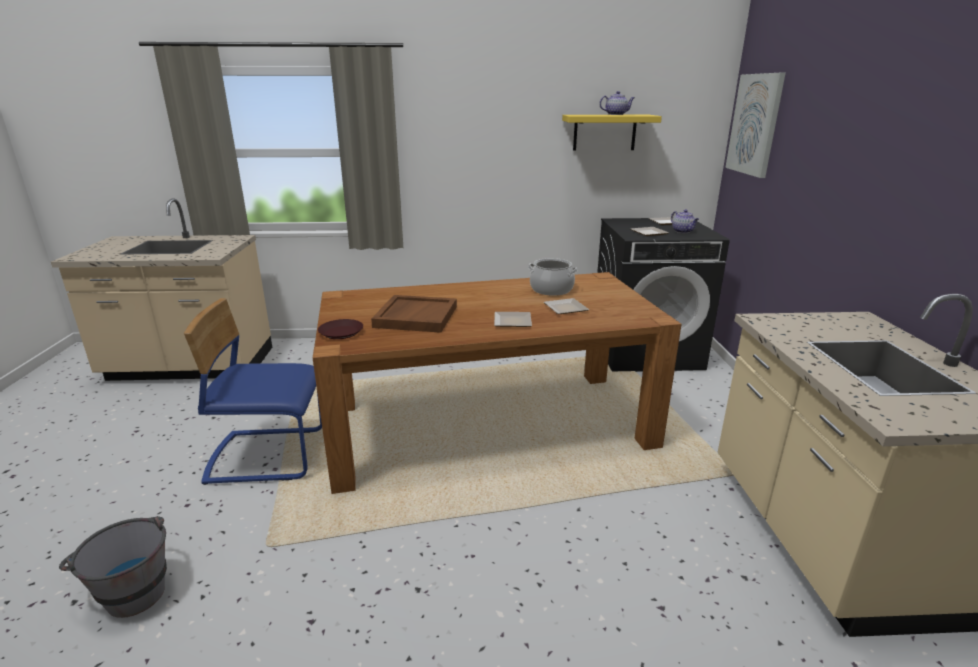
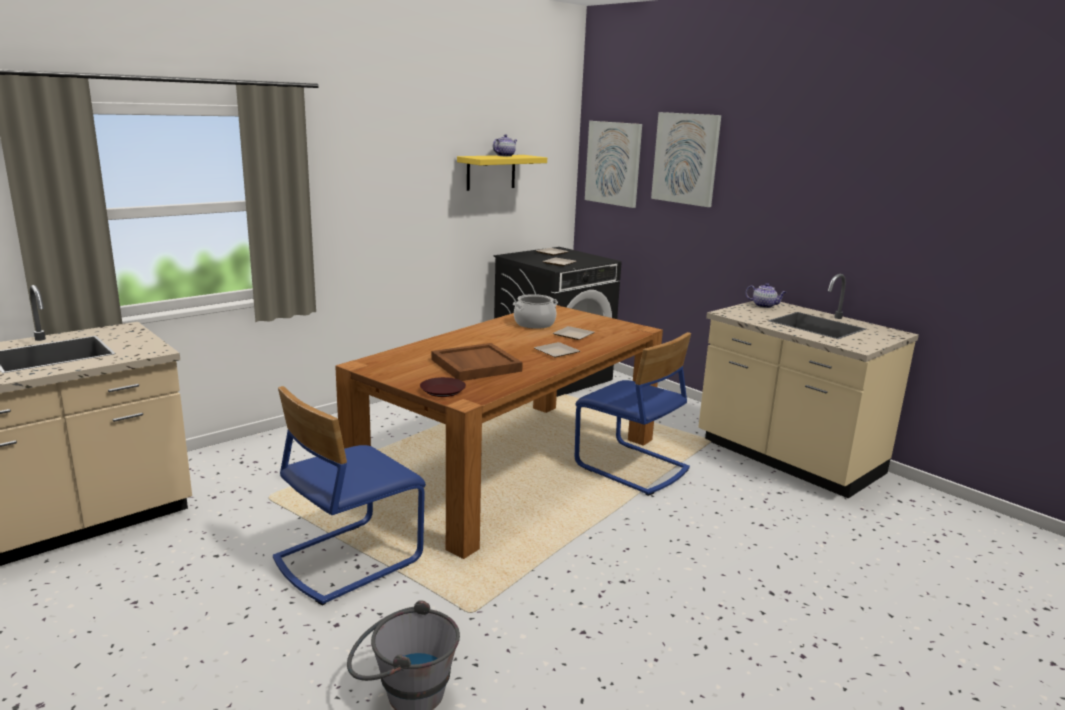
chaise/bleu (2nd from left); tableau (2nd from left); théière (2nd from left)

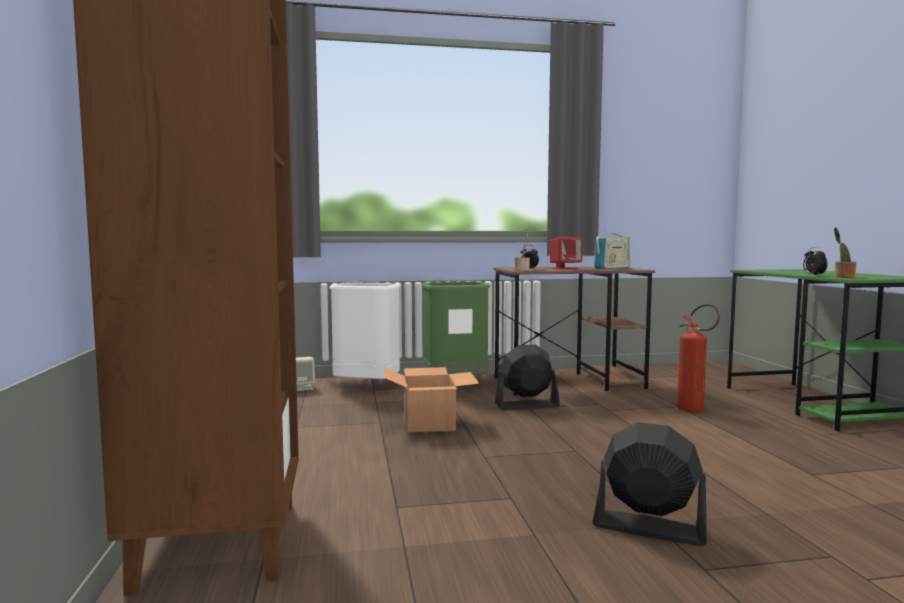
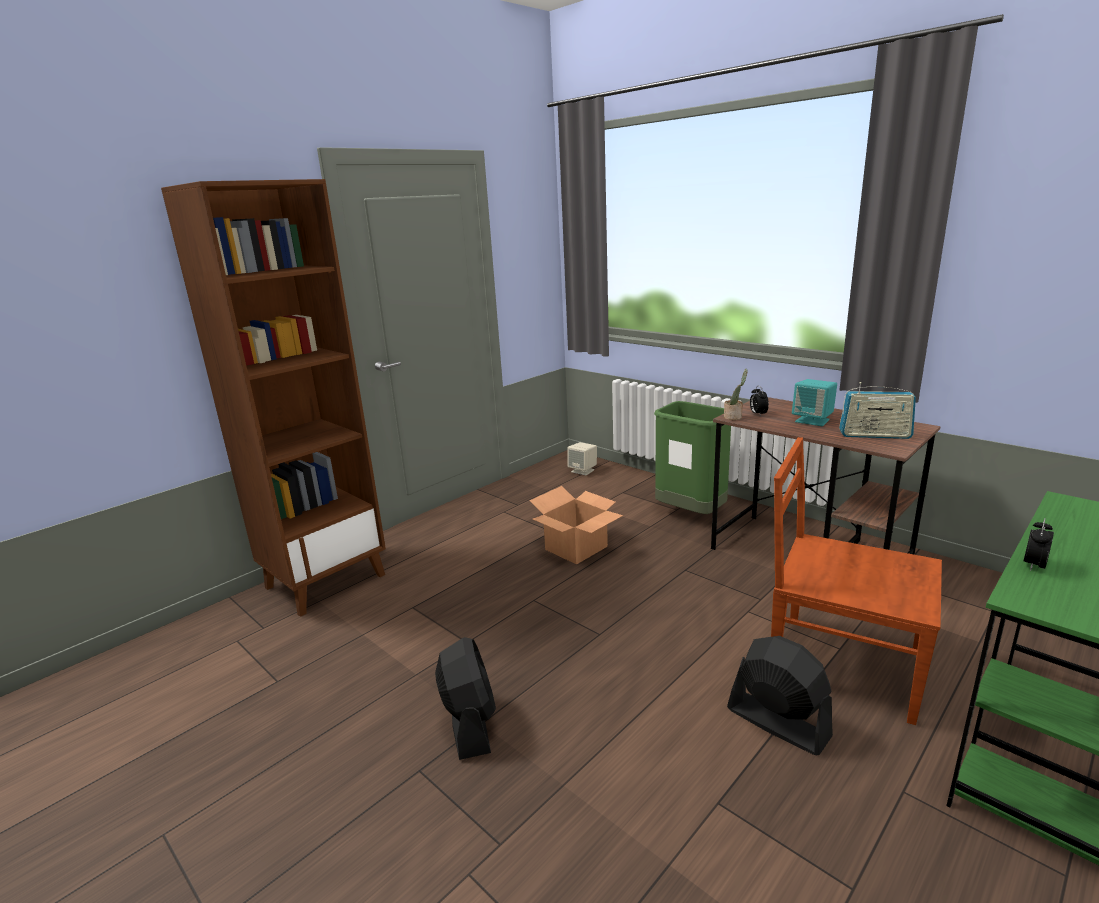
ventilateur/noir (2nd from left); chaise/marron; enceinte/turquoise; poubelle/blanc; plante en pot (2nd from left in the first image)

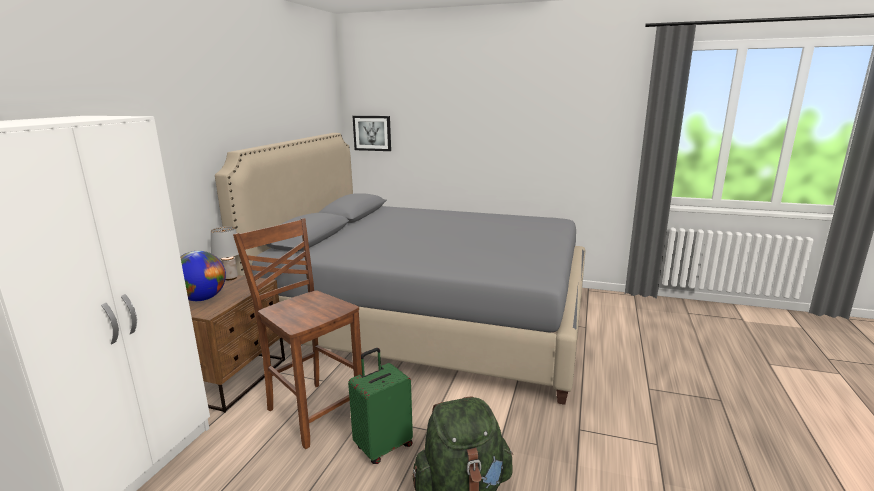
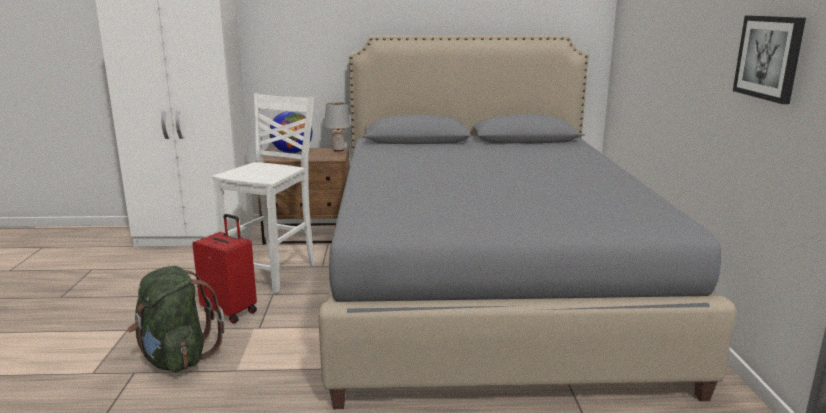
valise/rouge; chaise/blanc; tableau

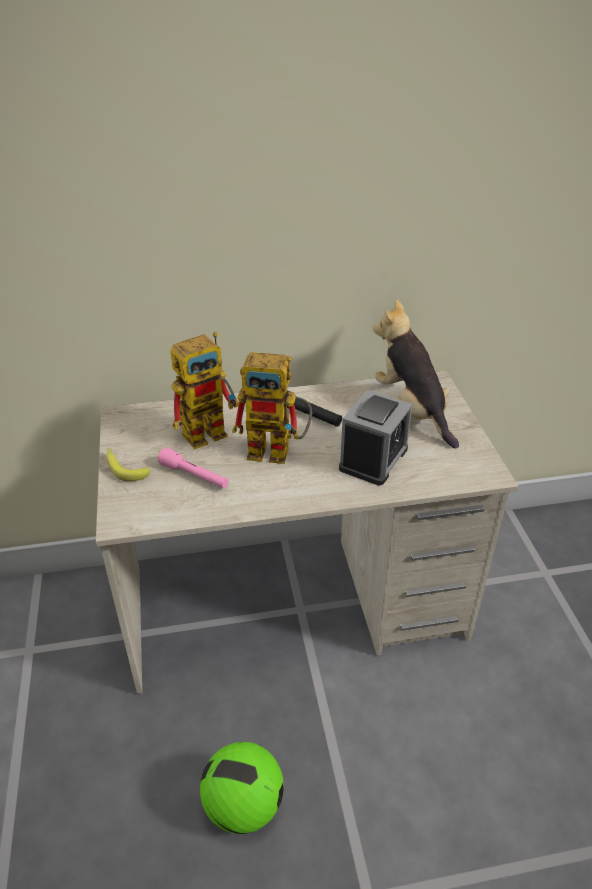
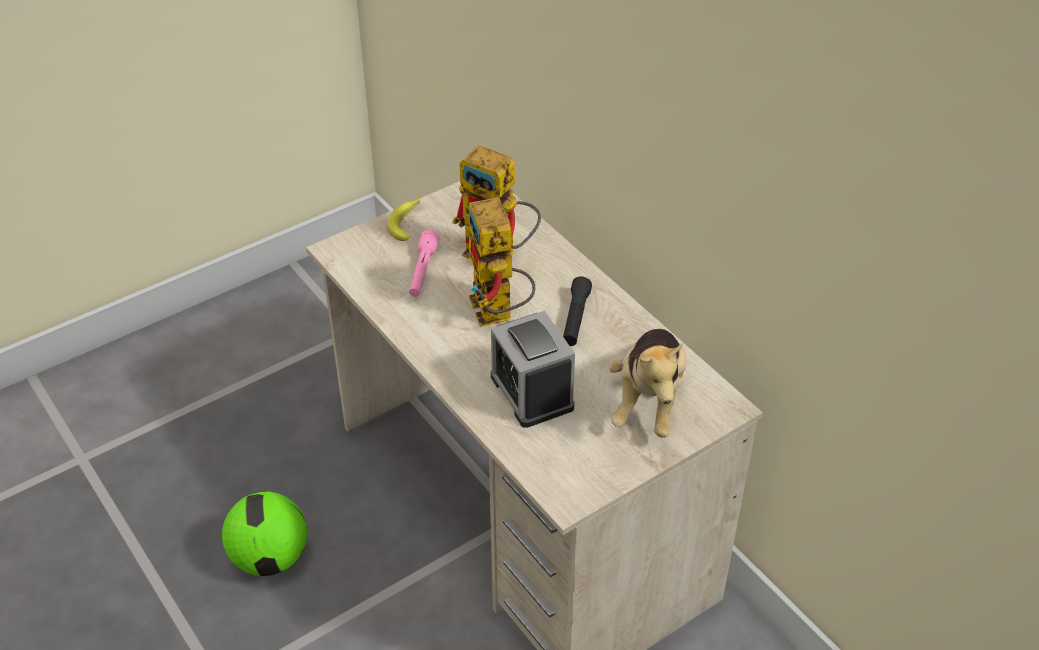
réveil; peluche

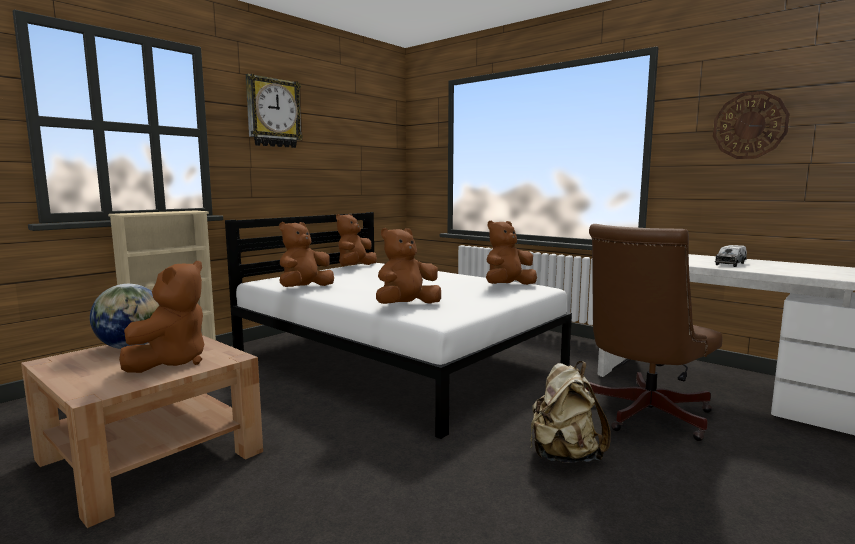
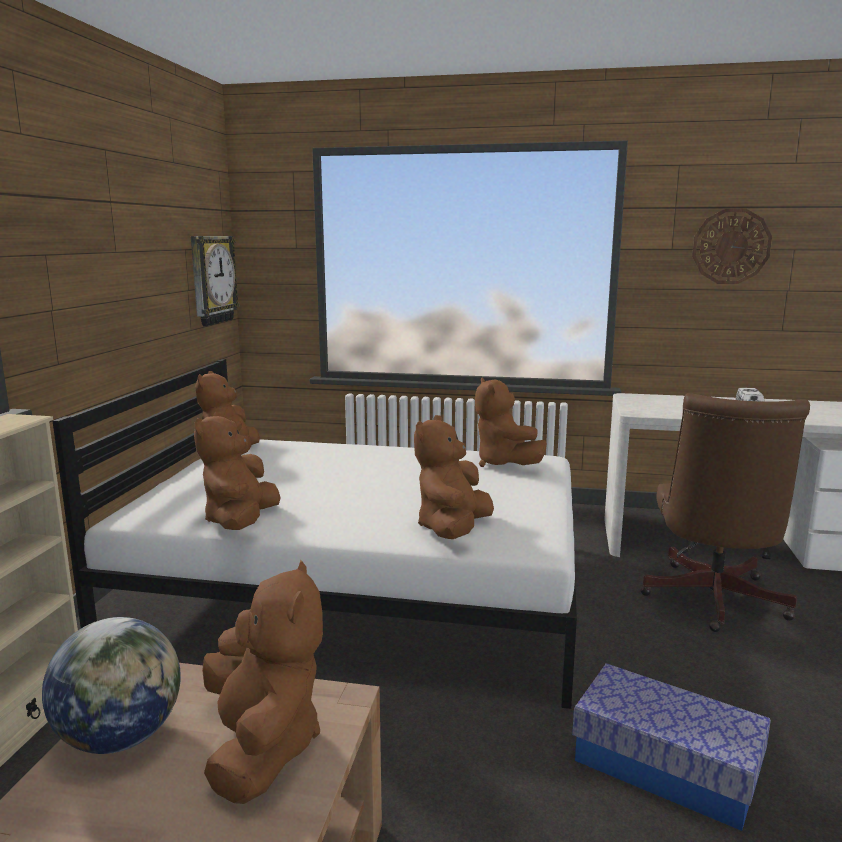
horloge murale (1st from left); peluche/marron (5th from left); boîte de rangement; sac à dos/beige

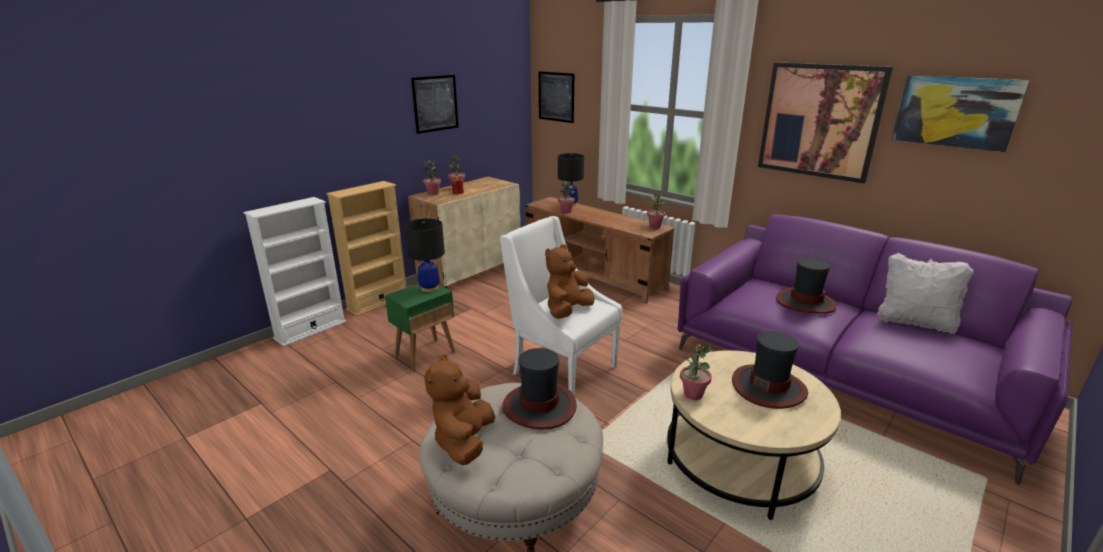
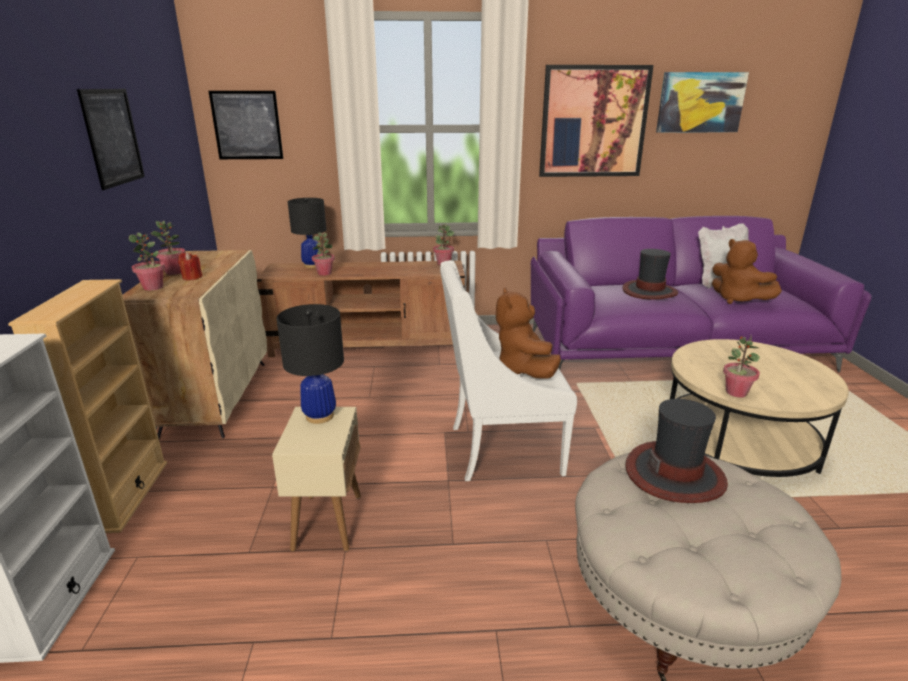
table d'appoint/beige; peluche/marron (2nd from left); chapeau (2nd from left in the first image)

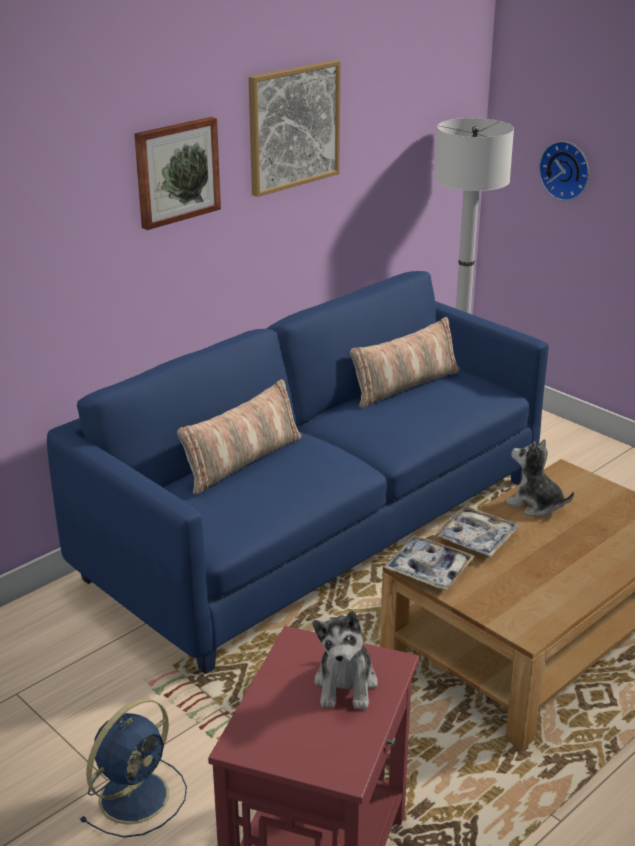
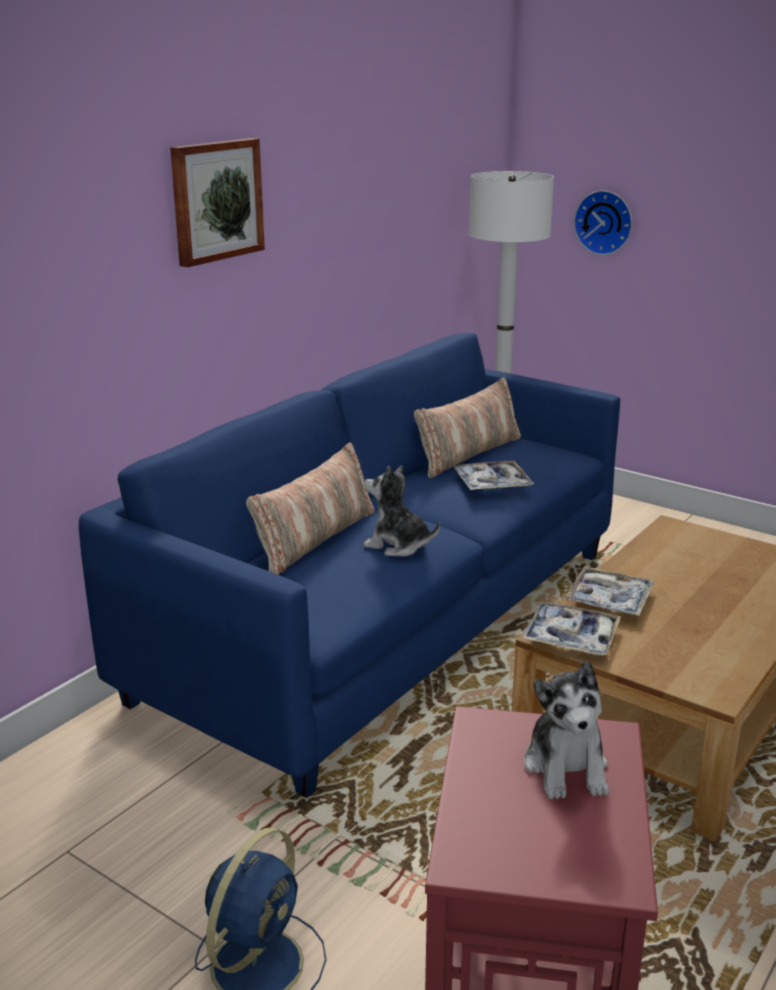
peluche (1st from left); plateau (1st from left); tableau (2nd from left in the first image)

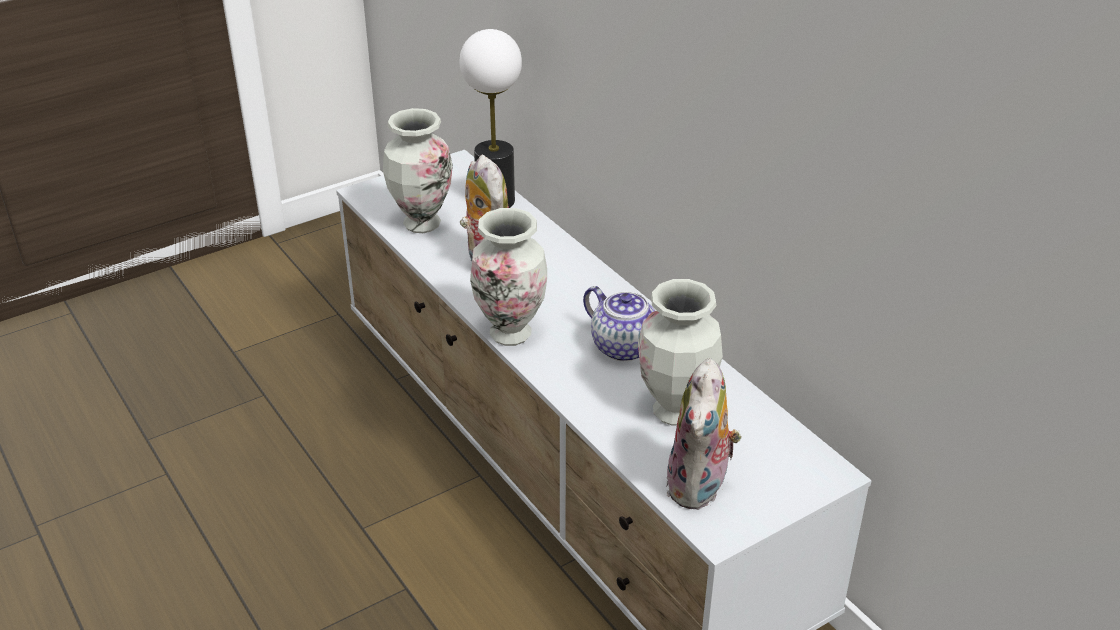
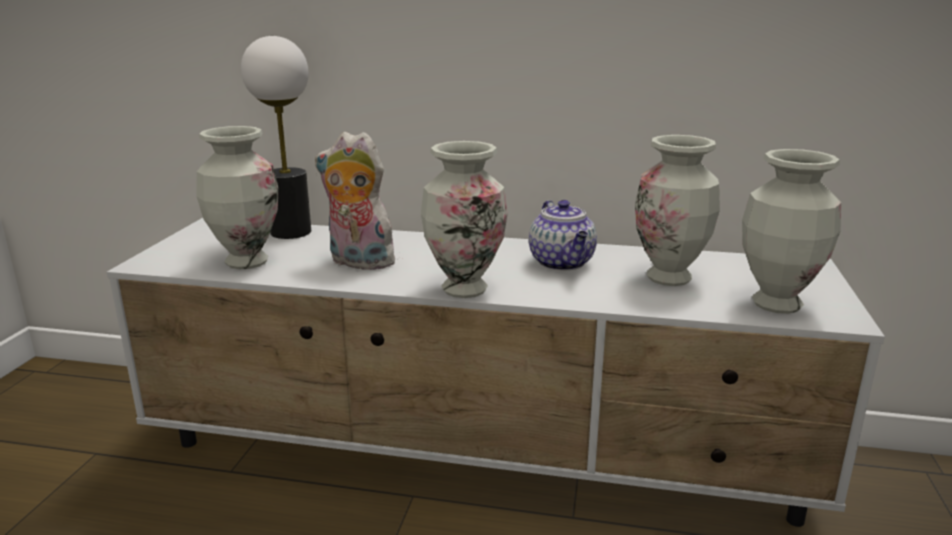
théière; vase (4th from left)

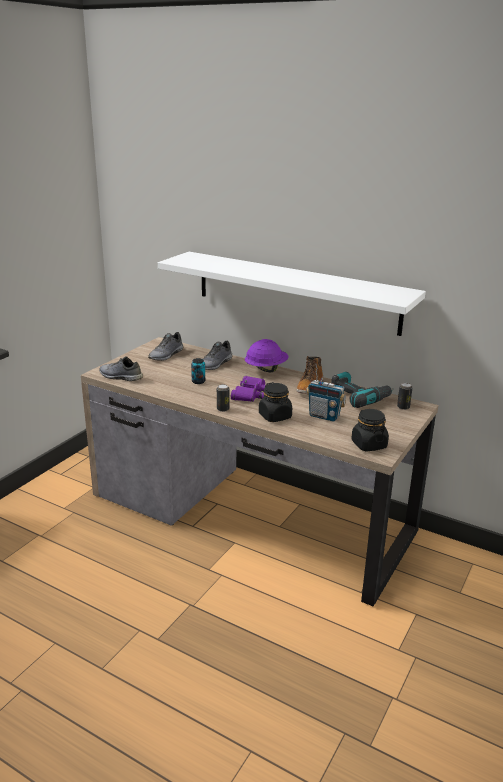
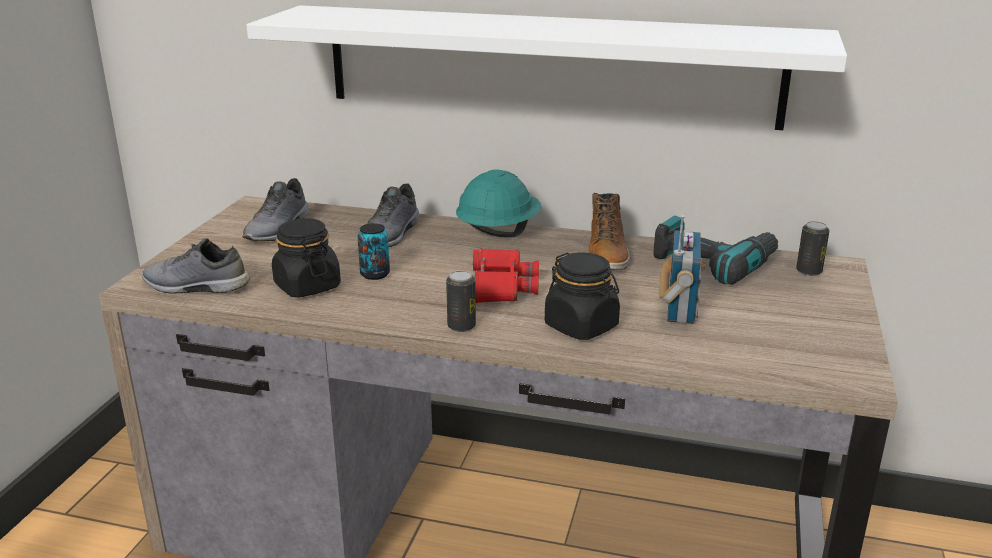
bocal/noir (1st from left); casque de chantier/turquoise; jumelles/rouge; radio

